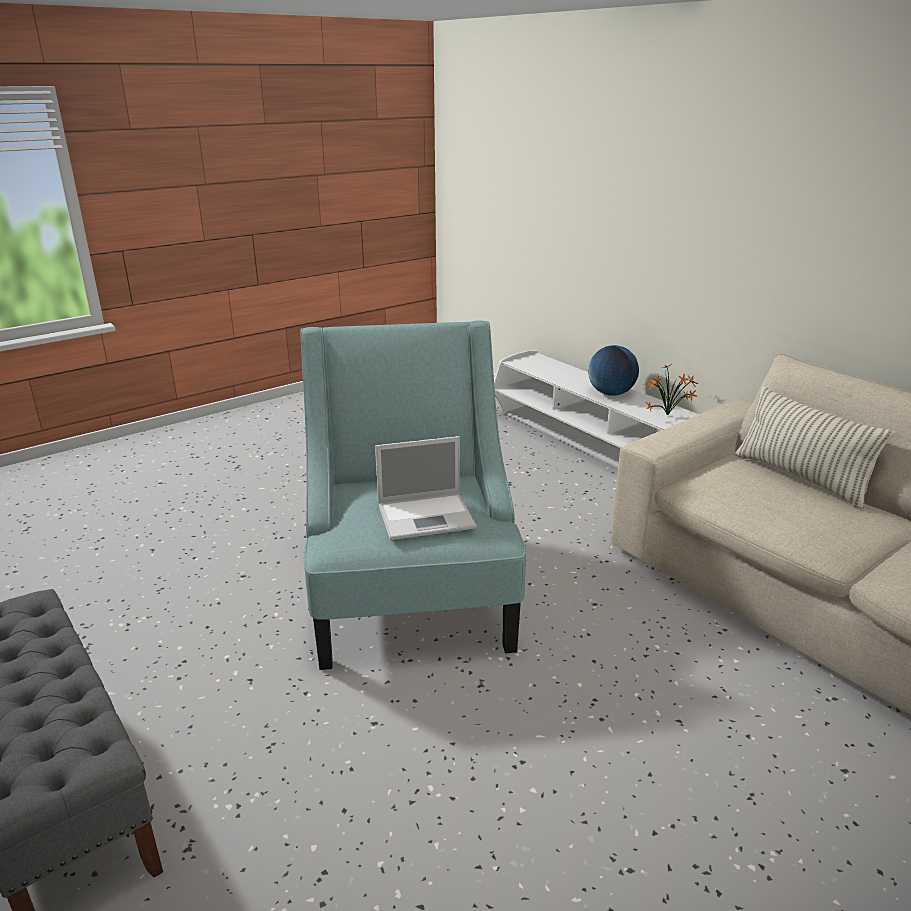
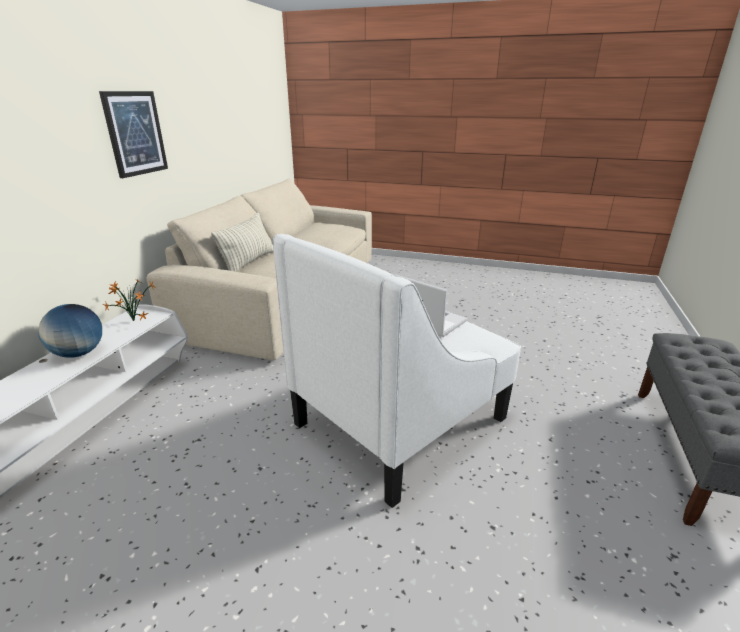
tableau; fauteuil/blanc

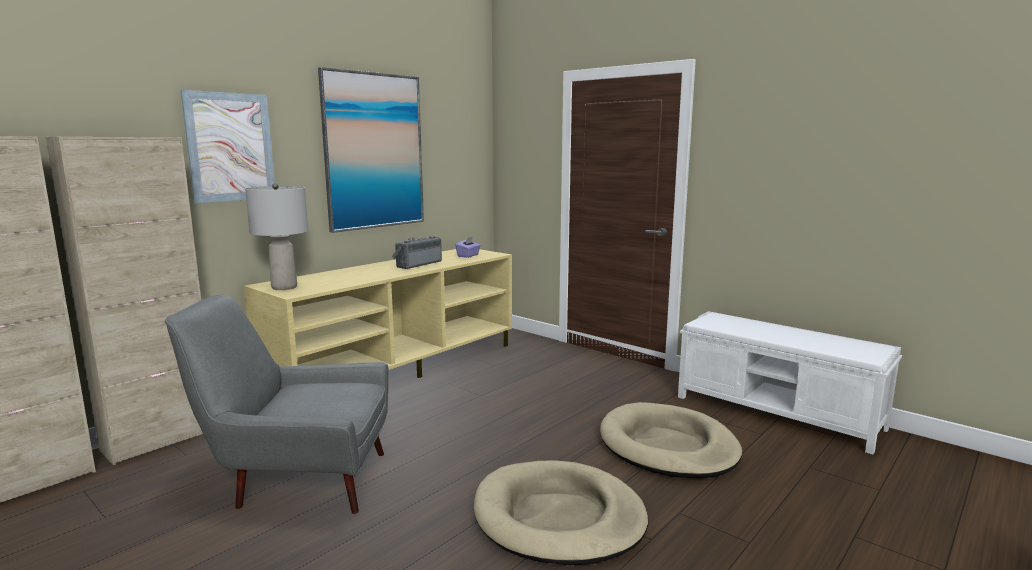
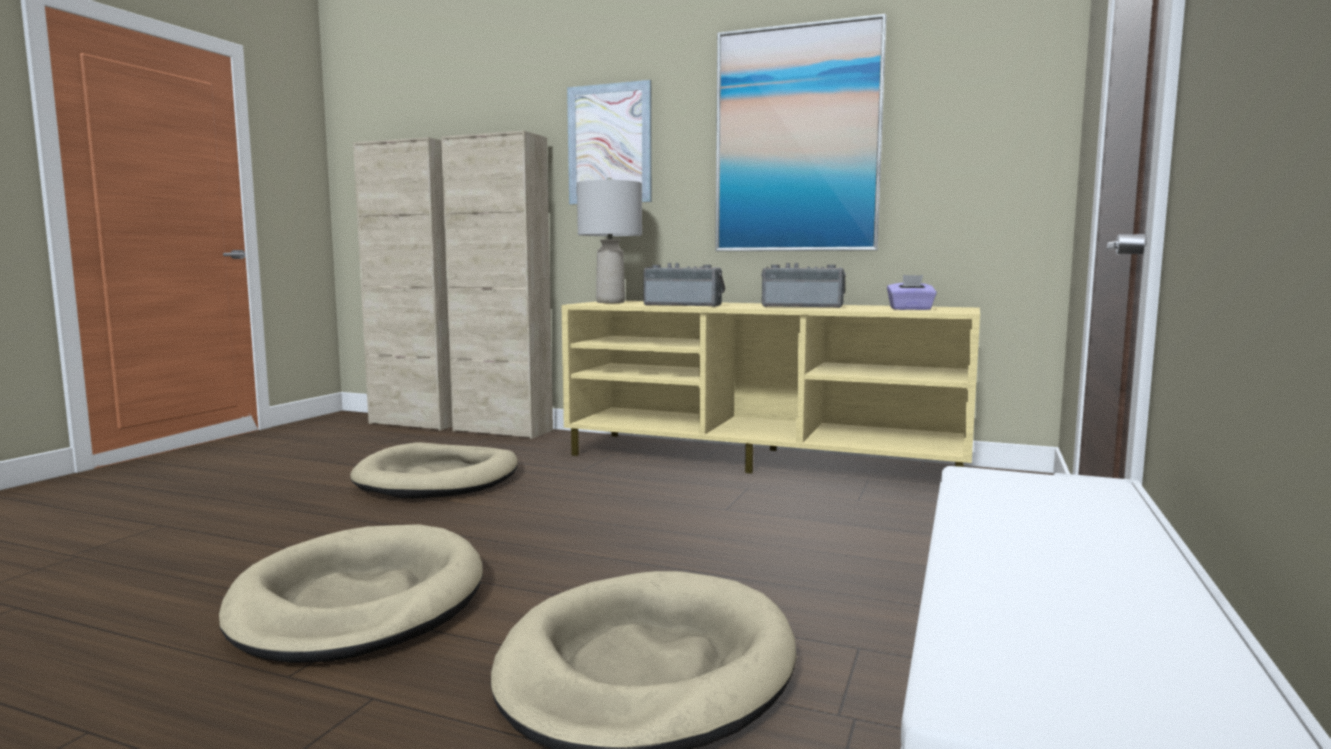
panier pour chien/beige (2nd from left); radio (1st from left)

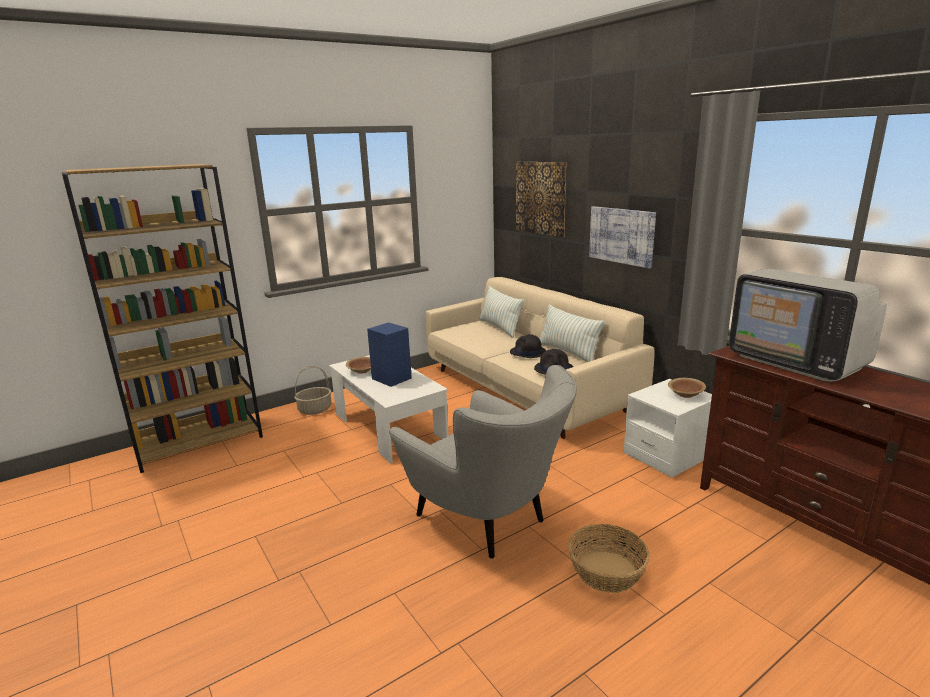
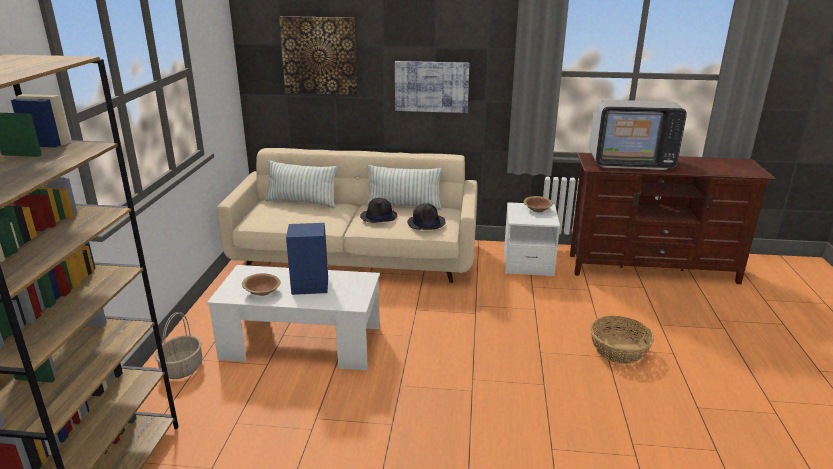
fauteuil/gris

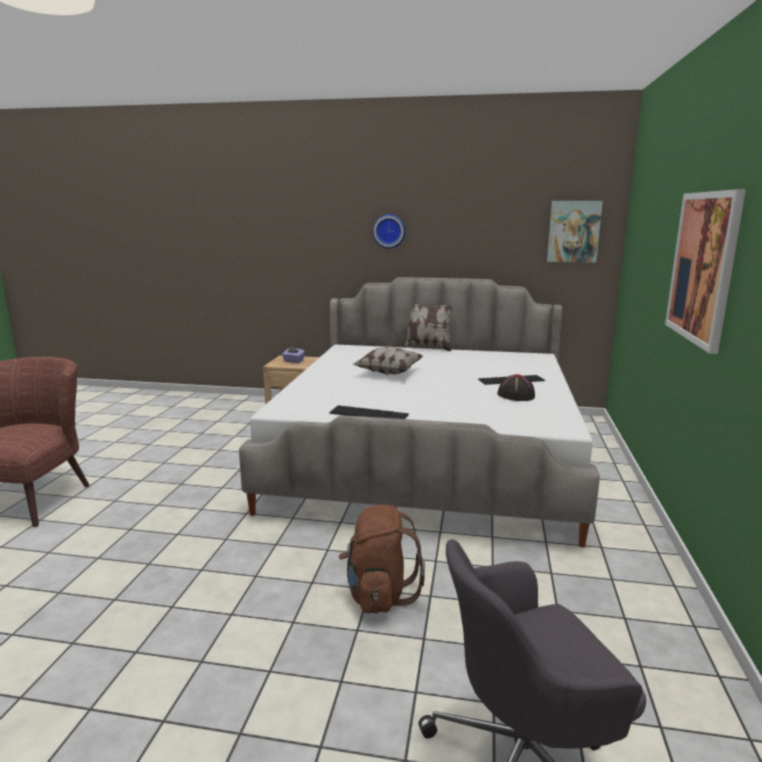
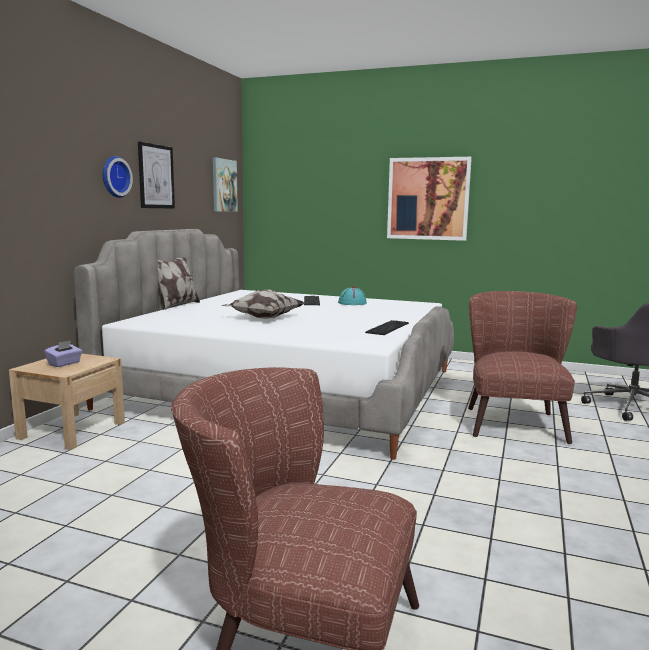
tableau (1st from left); chapeau/turquoise; fauteuil/marron (2nd from left)

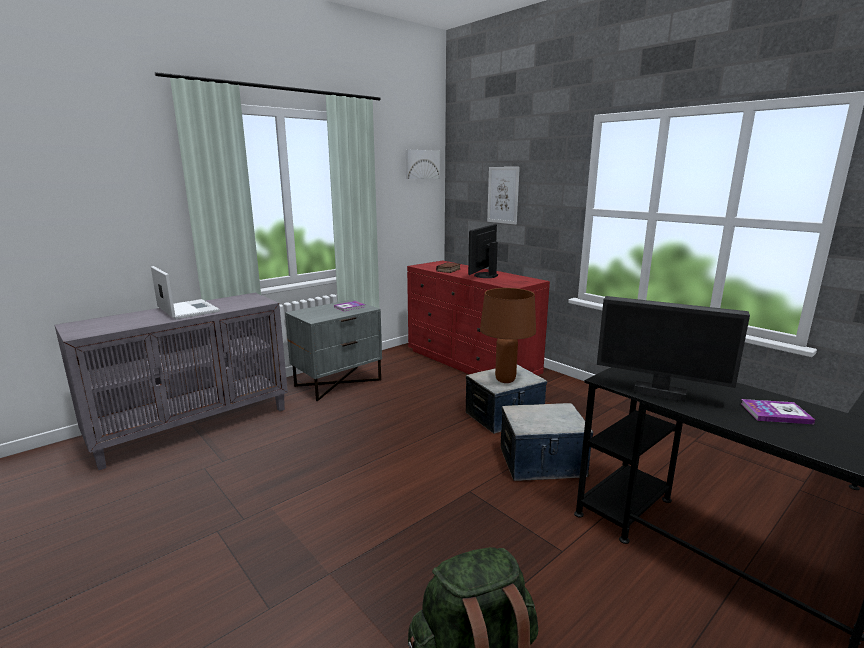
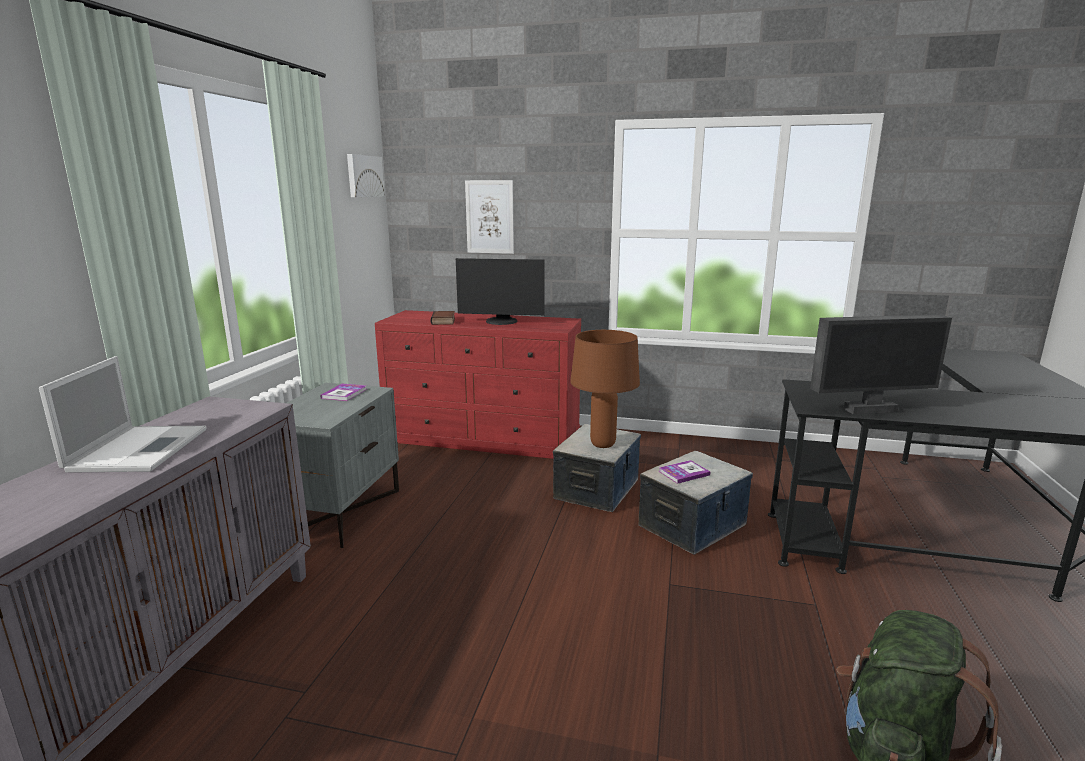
ordinateur portable; écran d'ordinateur (1st from left); livre (3rd from left)

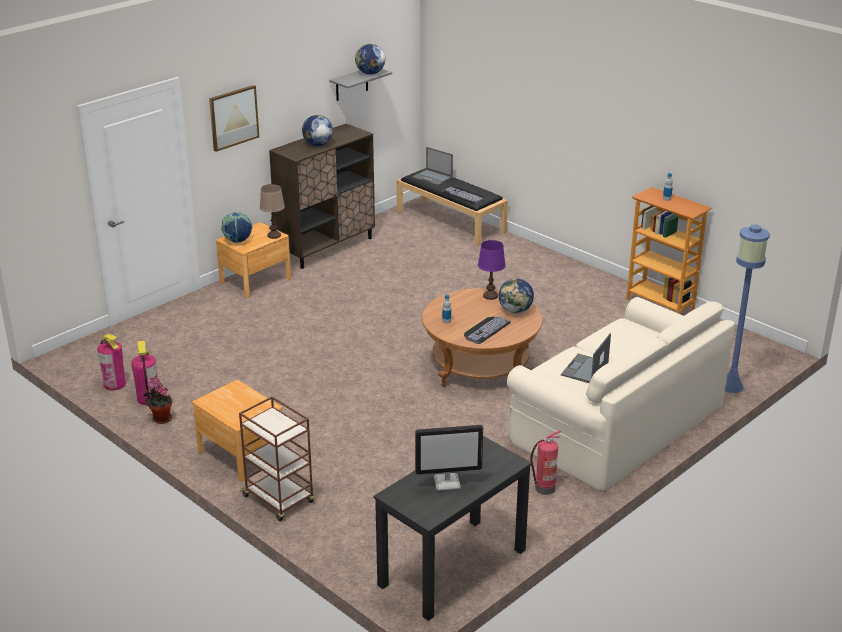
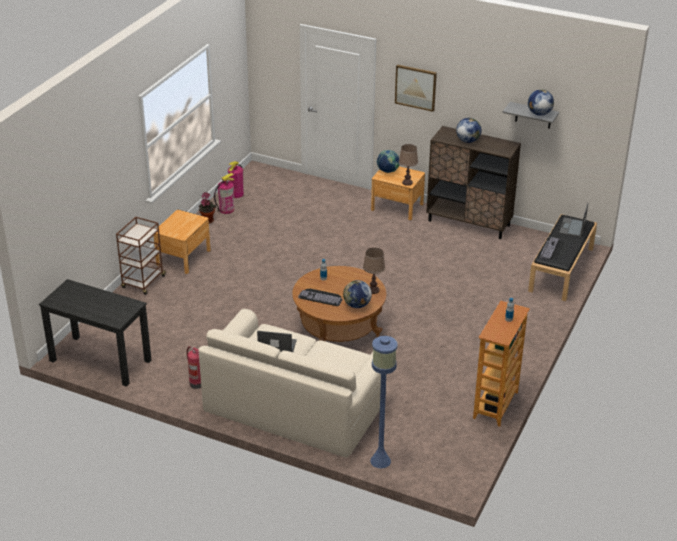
lampe de table/marron (1st from left); écran d'ordinateur

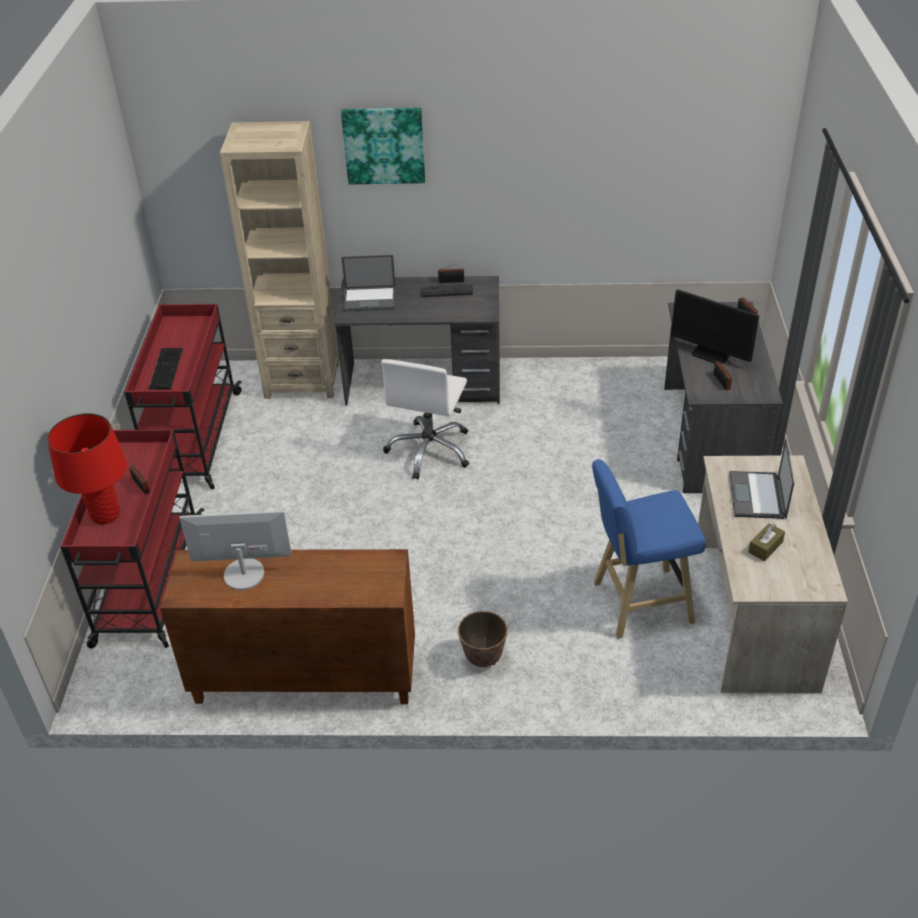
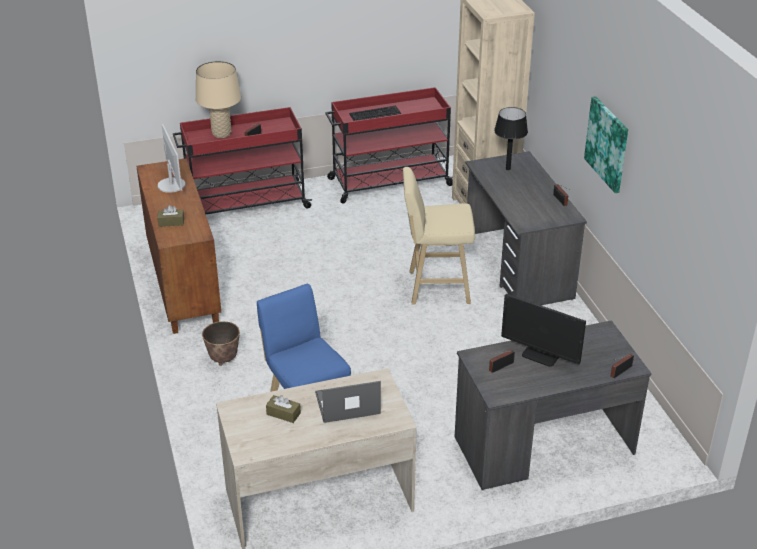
boîte à mouchoirs/marron (1st from left); lampe de table/beige; tabouret/beige; lampe de table/noir; écran d'ordinateur (2nd from left); tableau; clavier (2nd from left in the first image)

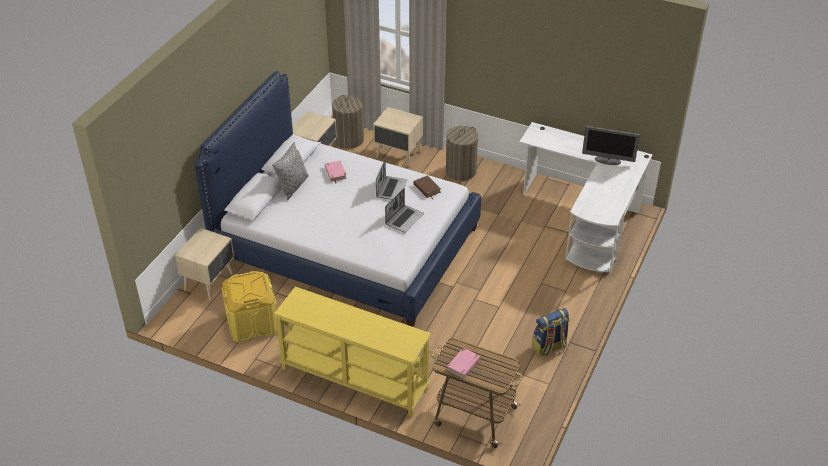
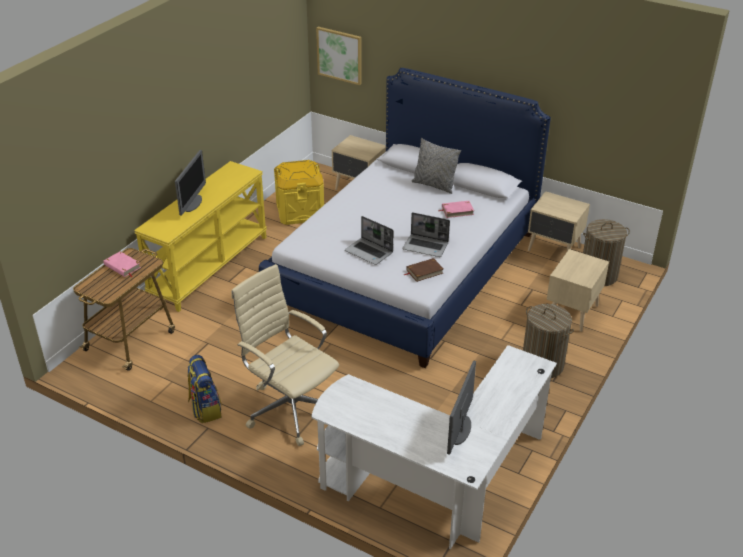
écran d'ordinateur (1st from left); chaise de bureau/beige; tableau

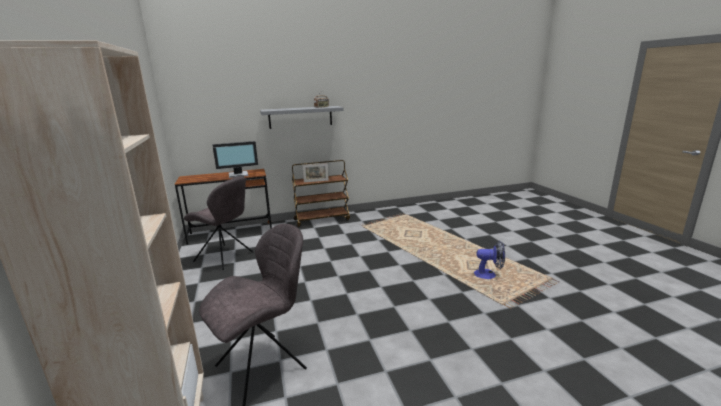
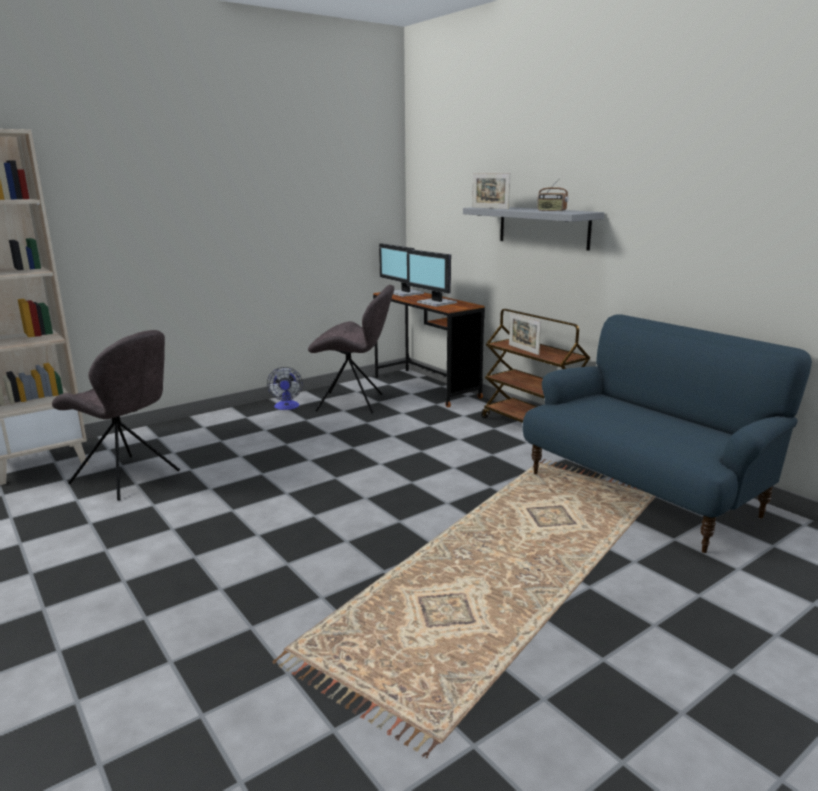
ventilateur; chaise/gris (2nd from left); écran d'ordinateur (1st from left); cadre photo (1st from left); canapé/bleu

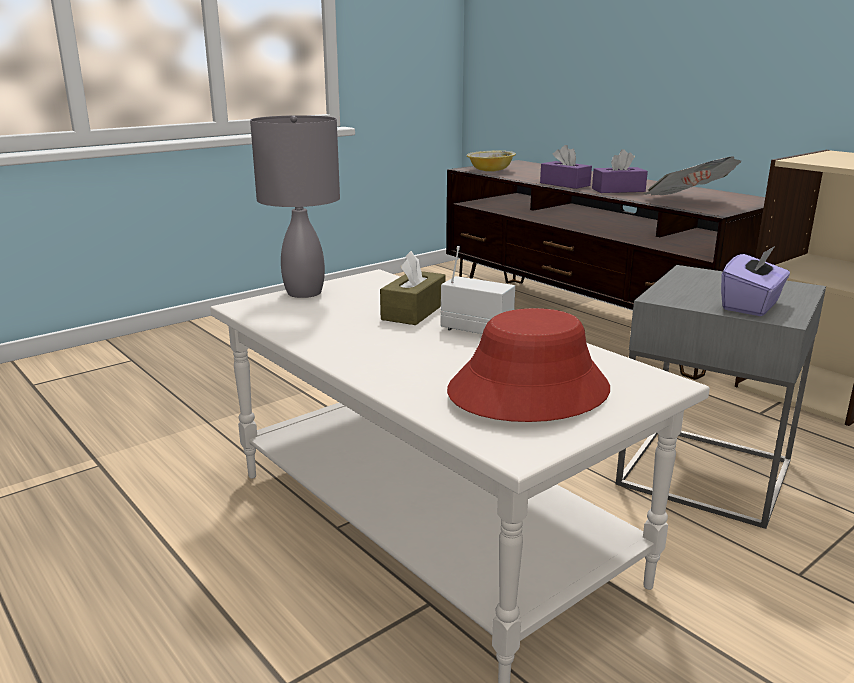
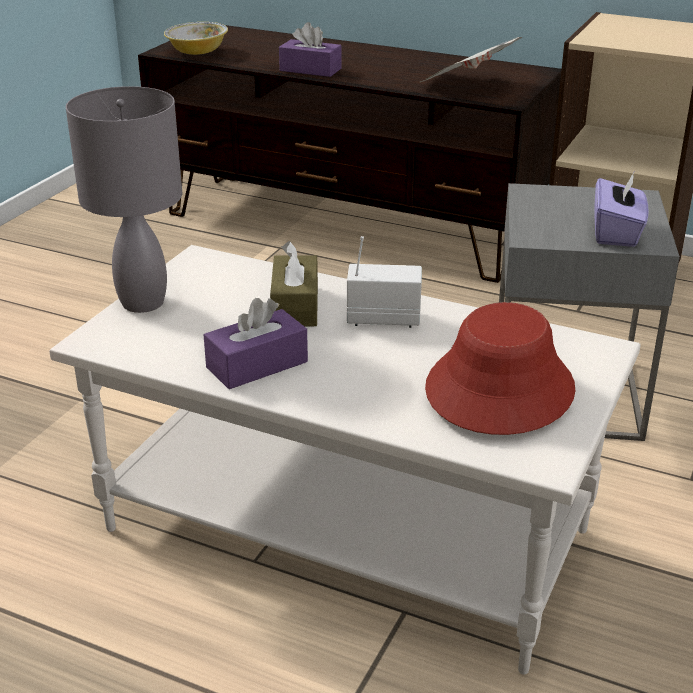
boîte à mouchoirs/violet (1st from left)

